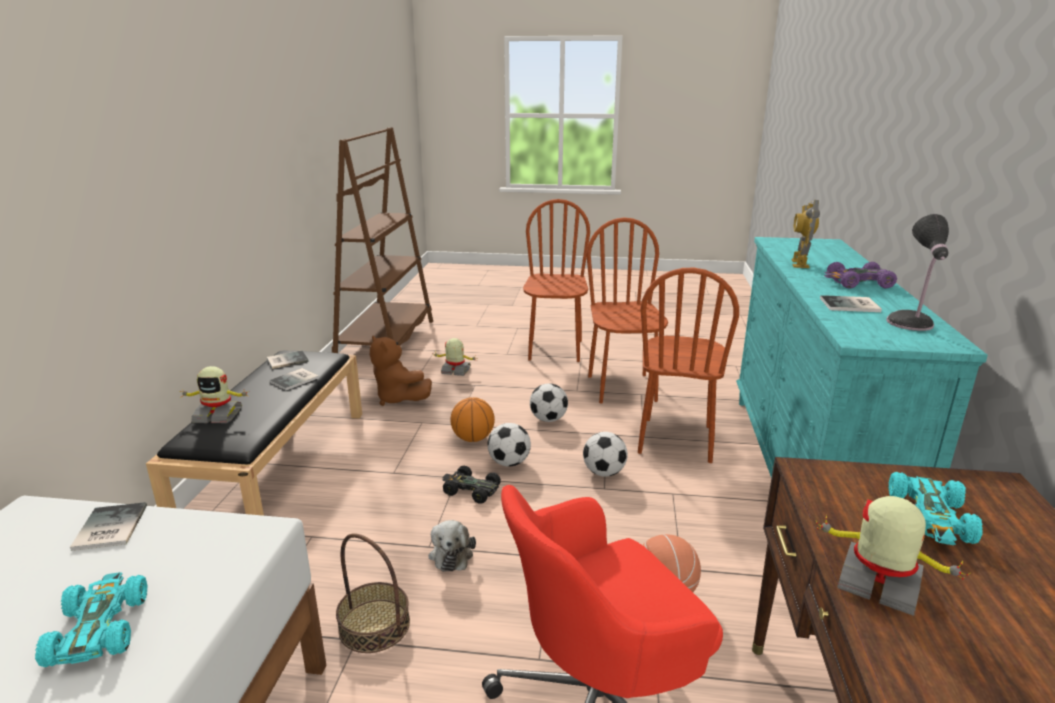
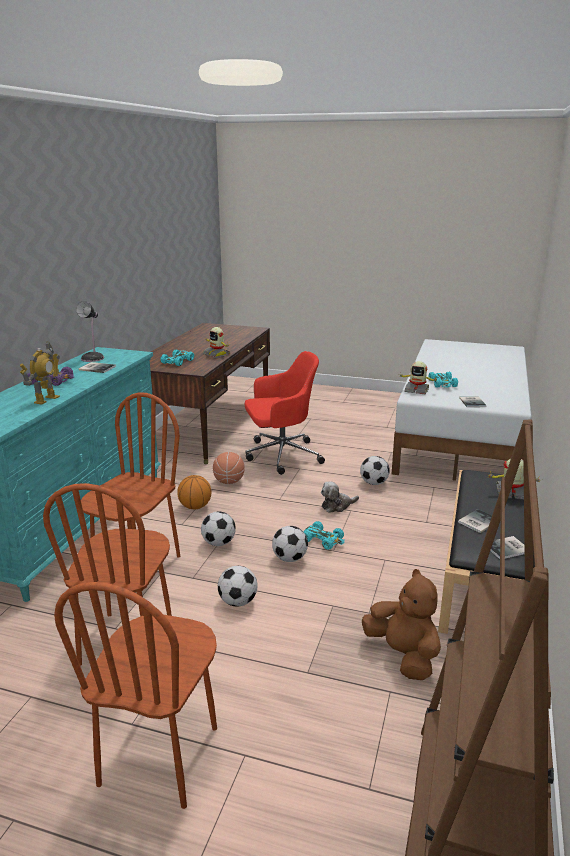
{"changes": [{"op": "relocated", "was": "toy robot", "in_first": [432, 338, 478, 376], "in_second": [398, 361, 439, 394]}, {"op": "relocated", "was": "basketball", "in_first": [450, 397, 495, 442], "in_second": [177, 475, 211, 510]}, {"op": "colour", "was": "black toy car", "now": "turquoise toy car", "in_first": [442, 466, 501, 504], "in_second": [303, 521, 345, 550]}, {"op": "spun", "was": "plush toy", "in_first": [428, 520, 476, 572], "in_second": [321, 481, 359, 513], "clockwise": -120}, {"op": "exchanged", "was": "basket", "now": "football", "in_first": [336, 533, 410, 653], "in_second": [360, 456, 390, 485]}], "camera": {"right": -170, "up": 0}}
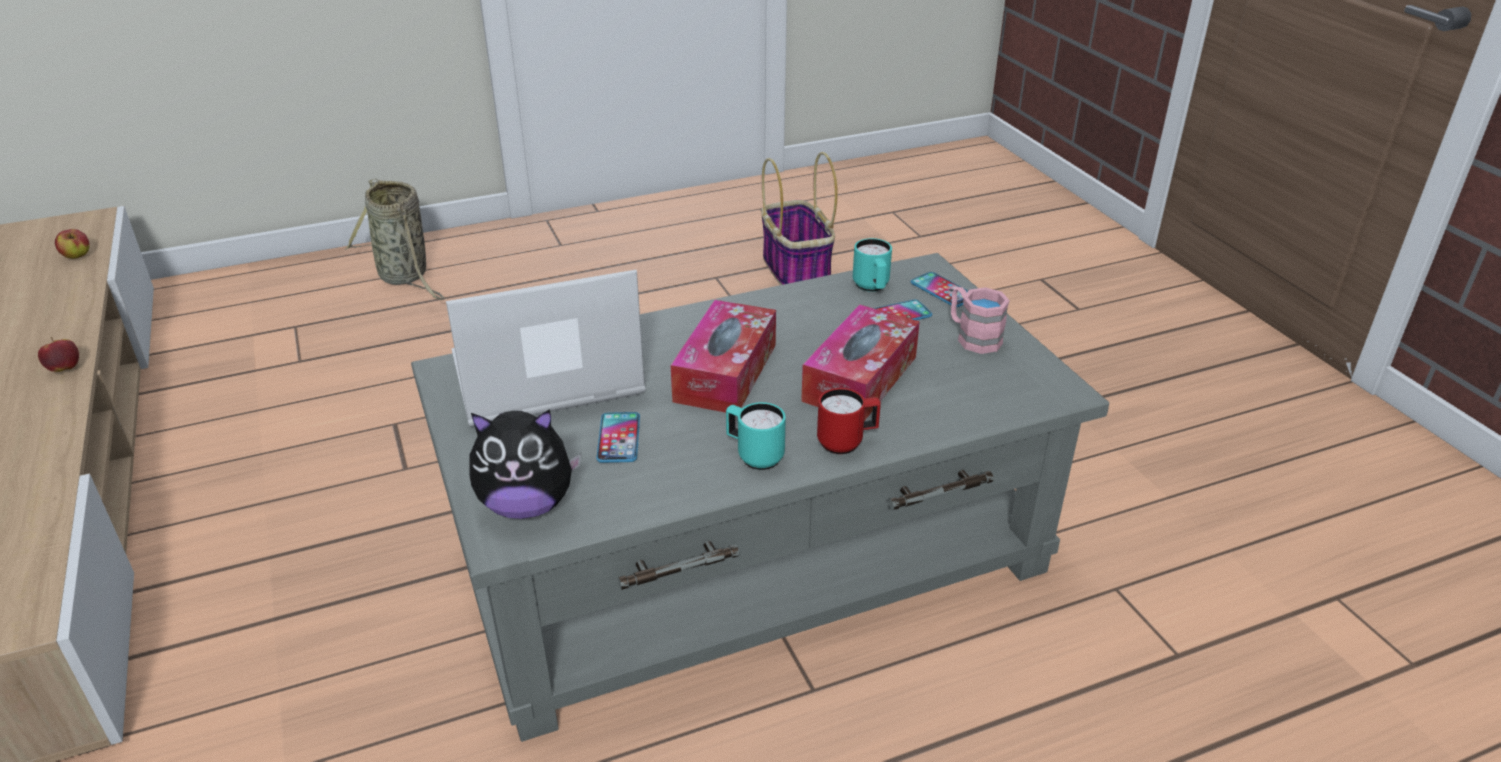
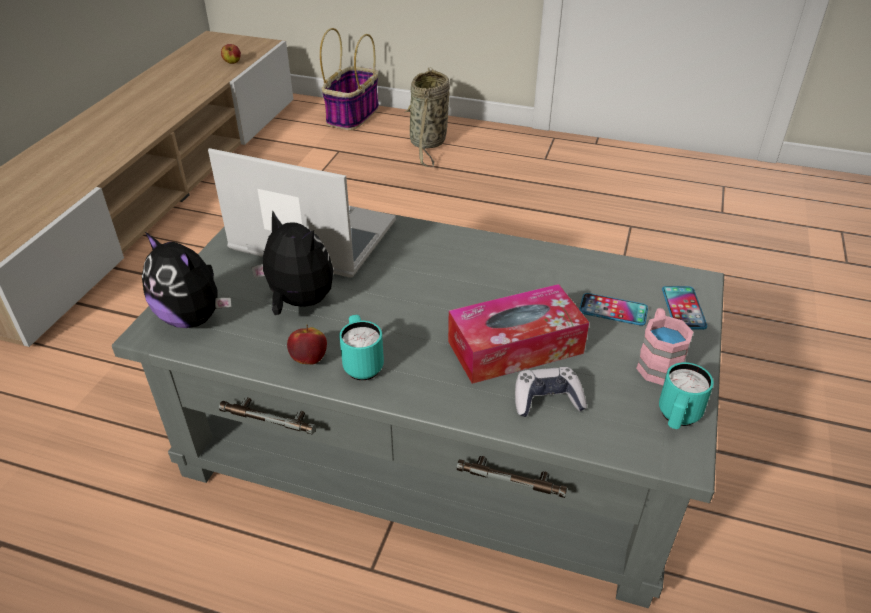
{"changes": [{"op": "relocated", "was": "basket", "in_first": [761, 152, 838, 285], "in_second": [320, 28, 379, 130]}, {"op": "relocated", "was": "turquoise mug", "in_first": [853, 238, 892, 292], "in_second": [659, 362, 714, 429]}, {"op": "missing", "was": "tissue box", "in_first": [671, 300, 776, 413]}, {"op": "relocated", "was": "apple", "in_first": [38, 337, 79, 372], "in_second": [287, 325, 327, 364]}, {"op": "missing", "was": "red mug", "in_first": [817, 388, 881, 454]}, {"op": "exchanged", "was": "phone", "now": "plush toy", "in_first": [597, 412, 640, 463], "in_second": [251, 210, 333, 315]}, {"op": "appeared", "now": "game controller", "in_second": [515, 367, 587, 417]}], "camera": {"right": 40, "up": 5}}
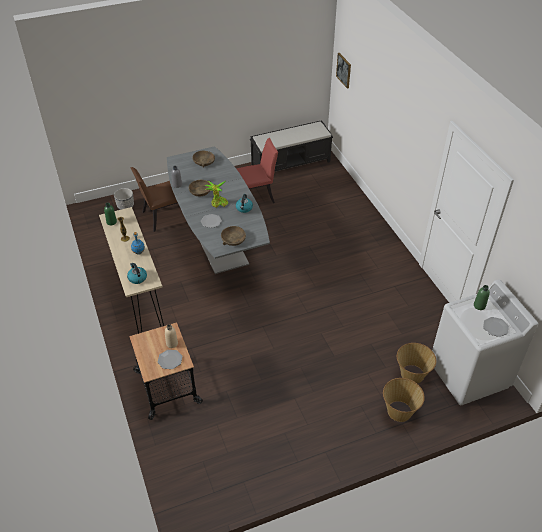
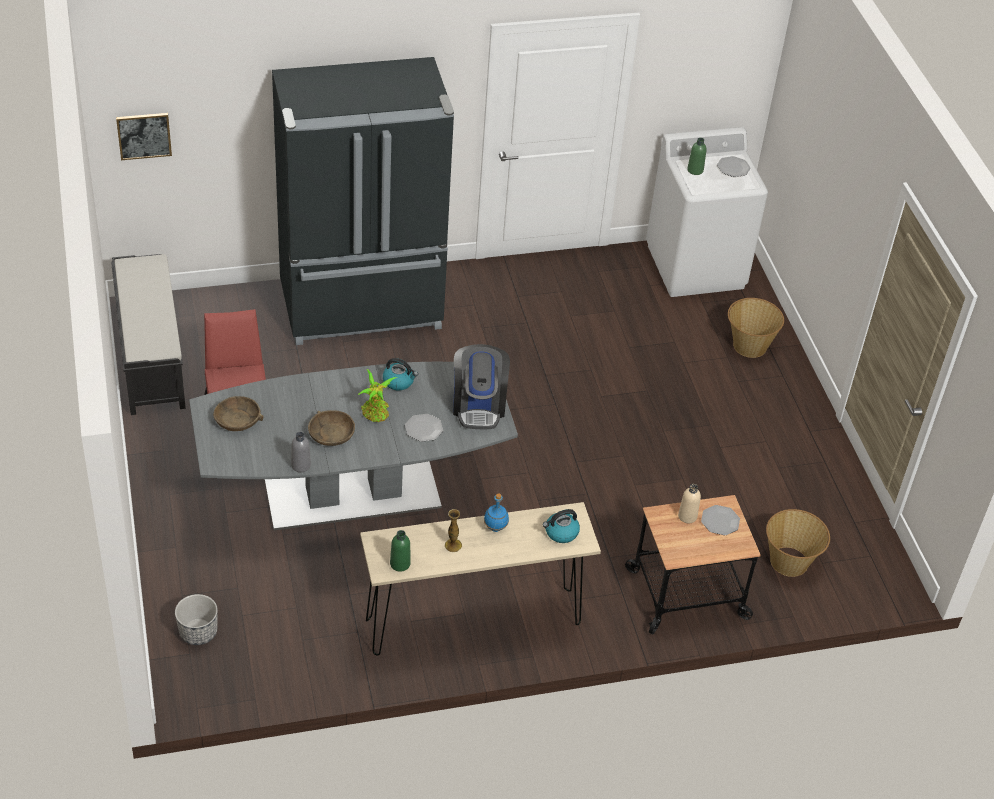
{"changes": [{"op": "missing", "was": "brown chair", "in_first": [130, 167, 178, 232]}, {"op": "exchanged", "was": "brown bowl", "now": "coffee machine", "in_first": [221, 226, 246, 246], "in_second": [453, 344, 510, 429]}, {"op": "relocated", "was": "basket", "in_first": [397, 343, 436, 384], "in_second": [766, 509, 830, 577]}, {"op": "appeared", "now": "black fridge", "in_second": [272, 57, 454, 345]}], "camera": {"right": -85, "up": 0}}
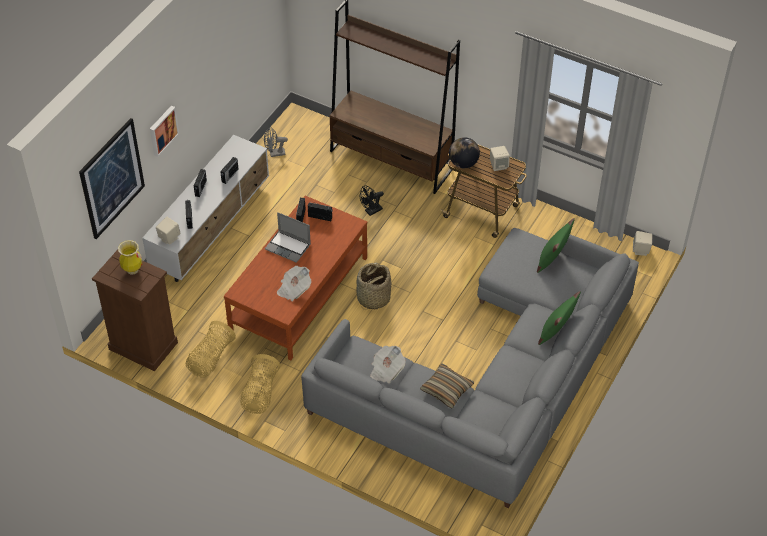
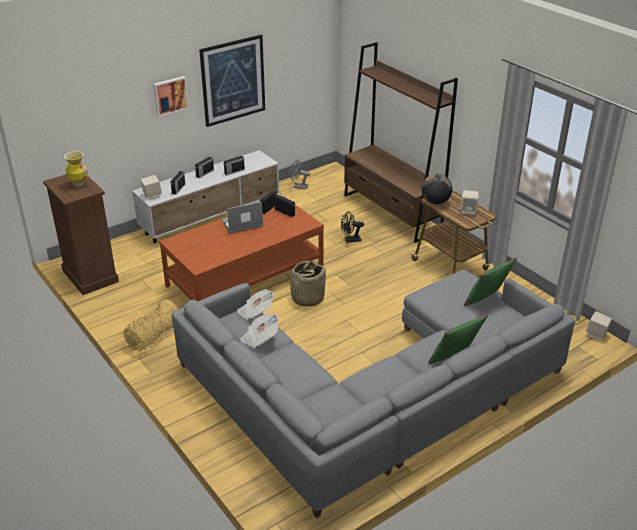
{"changes": [{"op": "relocated", "was": "picture", "in_first": [79, 118, 145, 239], "in_second": [199, 35, 265, 127]}, {"op": "spun", "was": "laptop", "in_first": [265, 212, 311, 263], "in_second": [221, 202, 263, 233], "clockwise": 105}, {"op": "relocated", "was": "newspaper", "in_first": [277, 266, 311, 301], "in_second": [237, 289, 274, 321]}, {"op": "missing", "was": "basket", "in_first": [186, 321, 236, 378]}, {"op": "missing", "was": "pillow", "in_first": [420, 364, 474, 409]}], "camera": {"right": 25, "up": -15}}
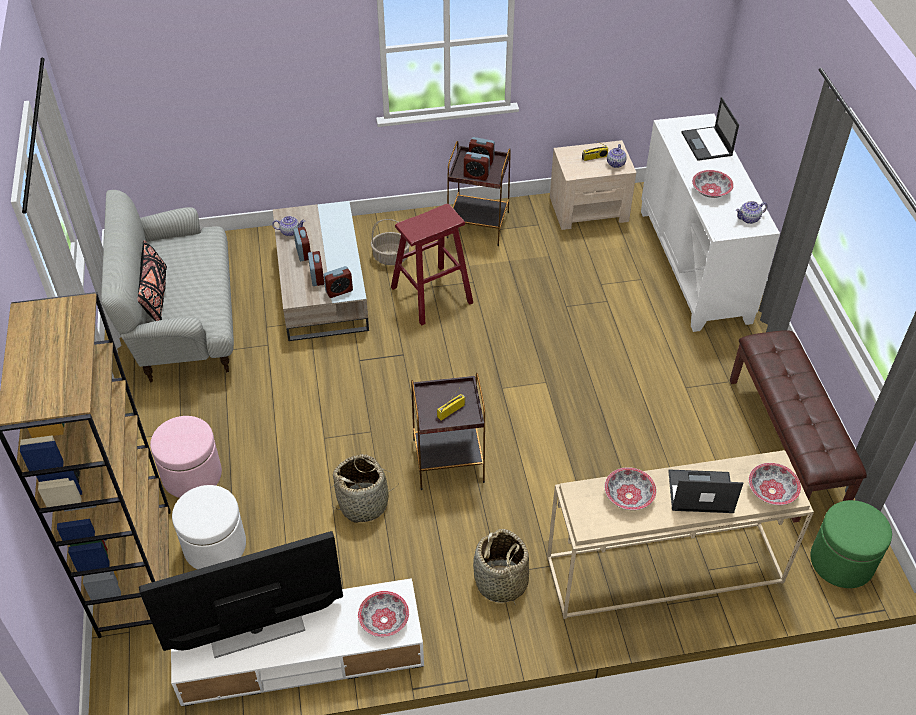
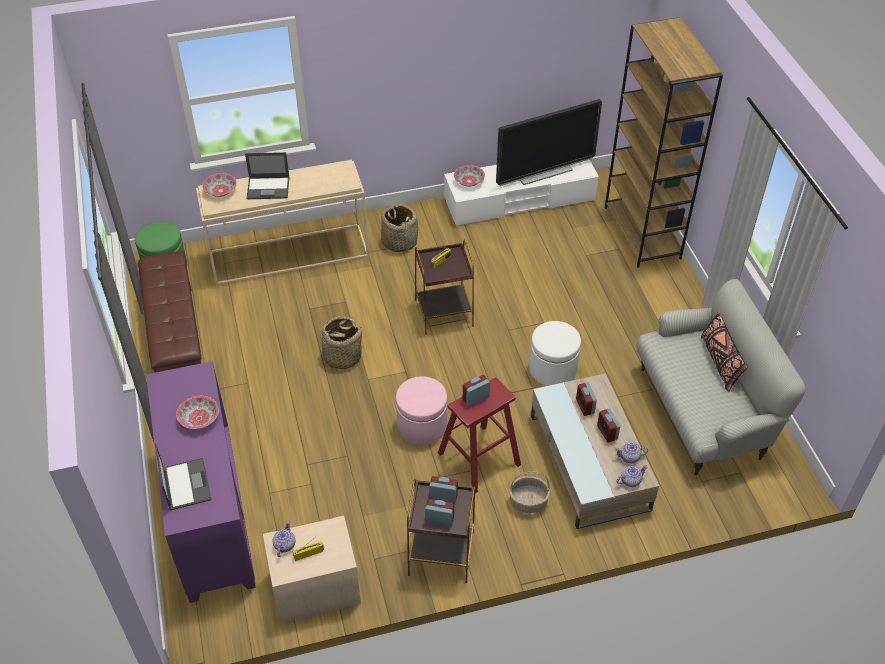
{"changes": [{"op": "colour", "was": "white cabinet", "now": "purple cabinet", "in_first": [641, 114, 780, 332], "in_second": [146, 361, 256, 603]}, {"op": "relocated", "was": "teapot", "in_first": [736, 201, 768, 224], "in_second": [617, 465, 648, 487]}, {"op": "relocated", "was": "alarm clock", "in_first": [324, 266, 353, 298], "in_second": [463, 375, 490, 407]}, {"op": "relocated", "was": "pink ottoman", "in_first": [150, 416, 222, 498], "in_second": [396, 376, 447, 445]}, {"op": "relocated", "was": "basket", "in_first": [332, 454, 400, 523], "in_second": [315, 316, 365, 369]}, {"op": "missing", "was": "bowl", "in_first": [604, 467, 656, 510]}, {"op": "relocated", "was": "white ottoman", "in_first": [172, 485, 246, 569], "in_second": [529, 321, 581, 386]}], "camera": {"right": 175, "up": 0}}
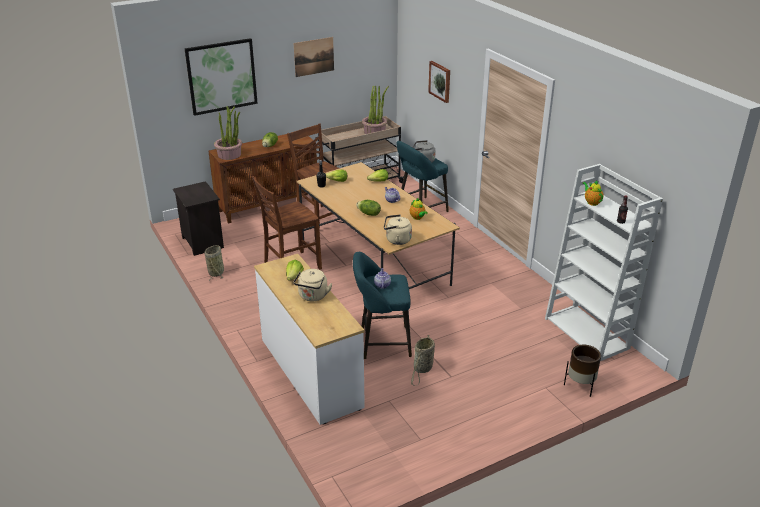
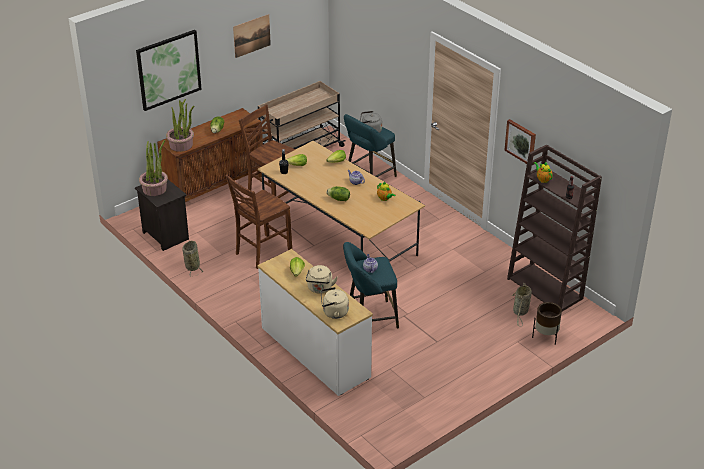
{"changes": [{"op": "relocated", "was": "picture", "in_first": [428, 61, 450, 103], "in_second": [504, 119, 536, 164]}, {"op": "relocated", "was": "potted plant", "in_first": [362, 85, 389, 134], "in_second": [139, 140, 168, 196]}, {"op": "colour", "was": "white bookcase", "now": "brown bookcase", "in_first": [545, 164, 663, 361], "in_second": [507, 145, 602, 311]}, {"op": "relocated", "was": "beige kettle", "in_first": [384, 214, 412, 245], "in_second": [321, 287, 349, 319]}, {"op": "relocated", "was": "basket", "in_first": [411, 335, 435, 386], "in_second": [512, 283, 532, 327]}], "camera": {"right": -10, "up": 5}}
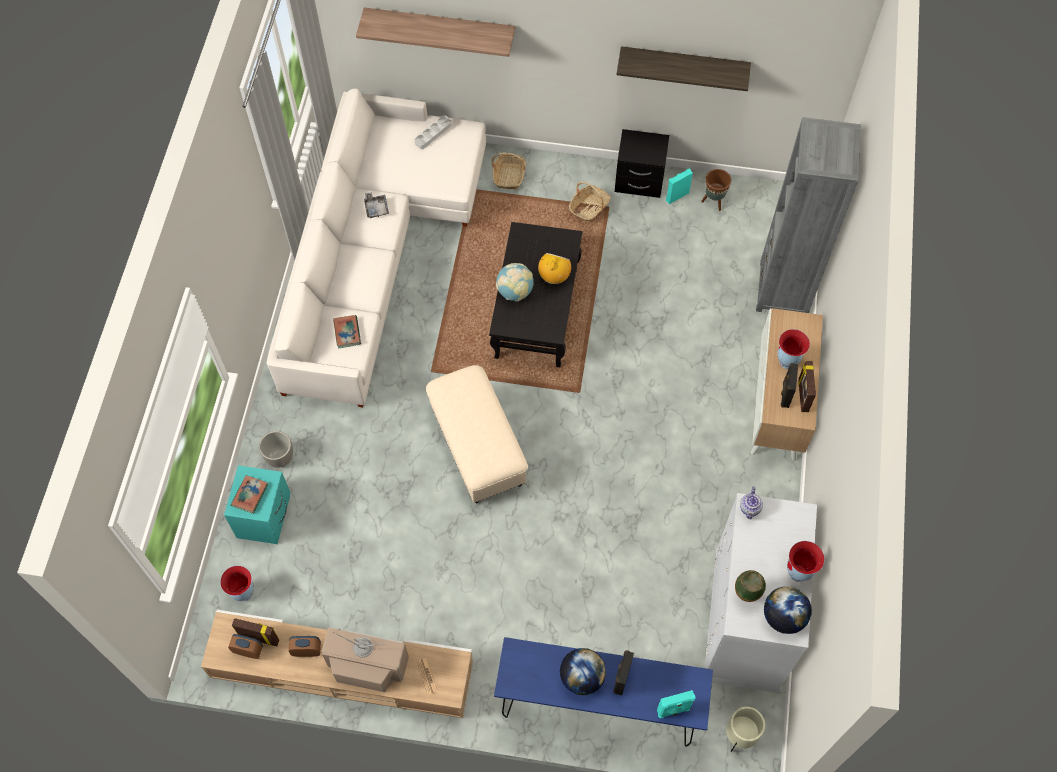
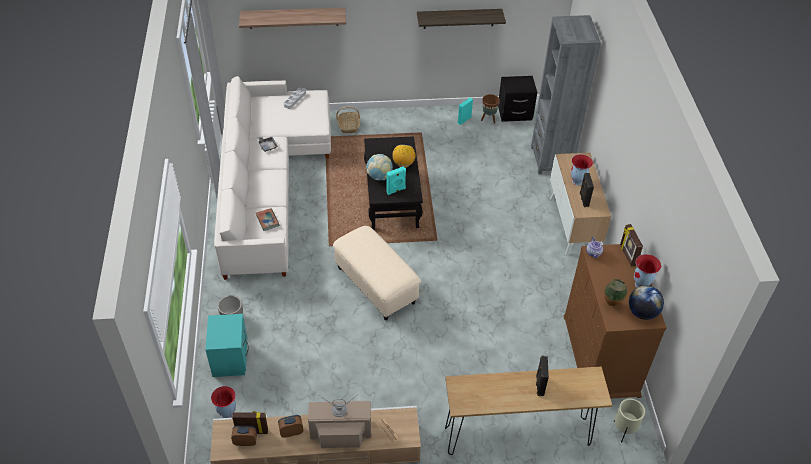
{"changes": [{"op": "relocated", "was": "black nightstand", "in_first": [615, 129, 669, 198], "in_second": [498, 76, 537, 122]}, {"op": "missing", "was": "basket", "in_first": [569, 182, 611, 223]}, {"op": "relocated", "was": "picture frame", "in_first": [798, 361, 816, 412], "in_second": [620, 224, 643, 267]}, {"op": "missing", "was": "book", "in_first": [231, 475, 268, 514]}, {"op": "colour", "was": "white dresser", "now": "brown dresser", "in_first": [705, 493, 817, 694], "in_second": [564, 244, 667, 399]}, {"op": "colour", "was": "blue console table", "now": "brown console table", "in_first": [494, 637, 713, 747], "in_second": [445, 367, 612, 455]}, {"op": "missing", "was": "globe", "in_first": [560, 648, 606, 695]}, {"op": "relocated", "was": "turquoise speaker", "in_first": [657, 690, 696, 718], "in_second": [386, 166, 406, 195]}], "camera": {"right": -15, "up": -15}}
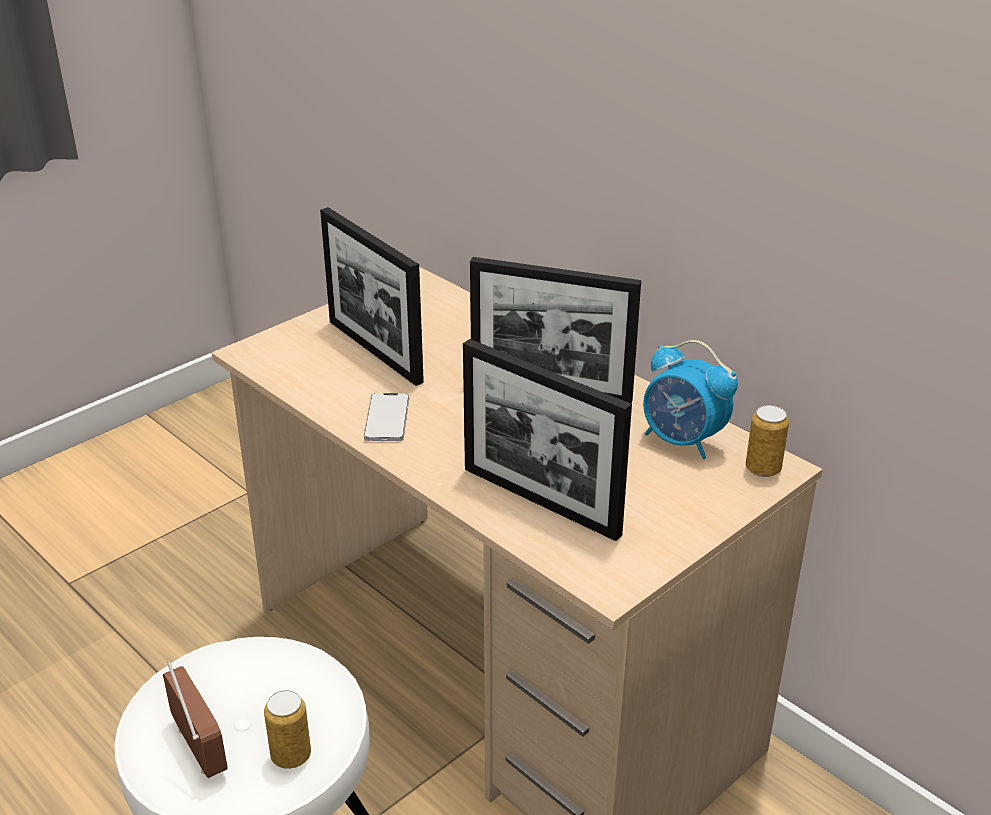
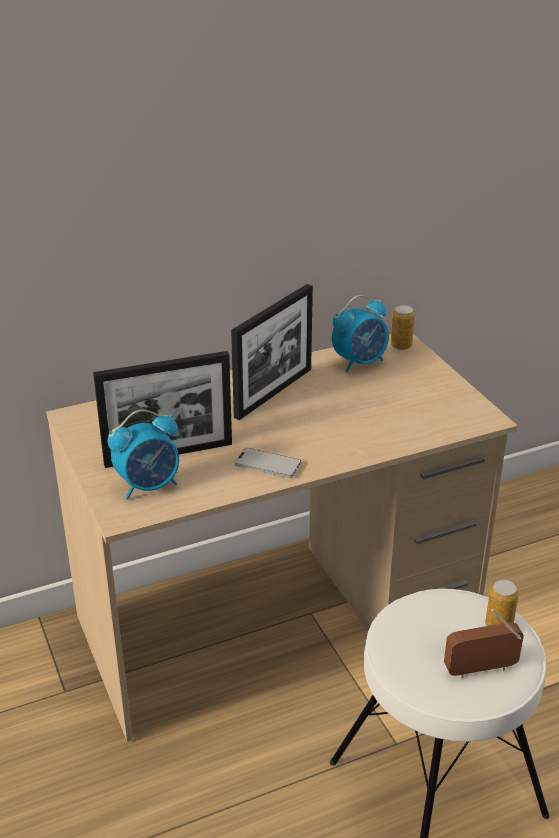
{"changes": [{"op": "missing", "was": "picture frame", "in_first": [463, 339, 632, 541]}, {"op": "appeared", "now": "alarm clock", "in_second": [108, 409, 179, 500]}], "camera": {"right": -70, "up": 0}}
